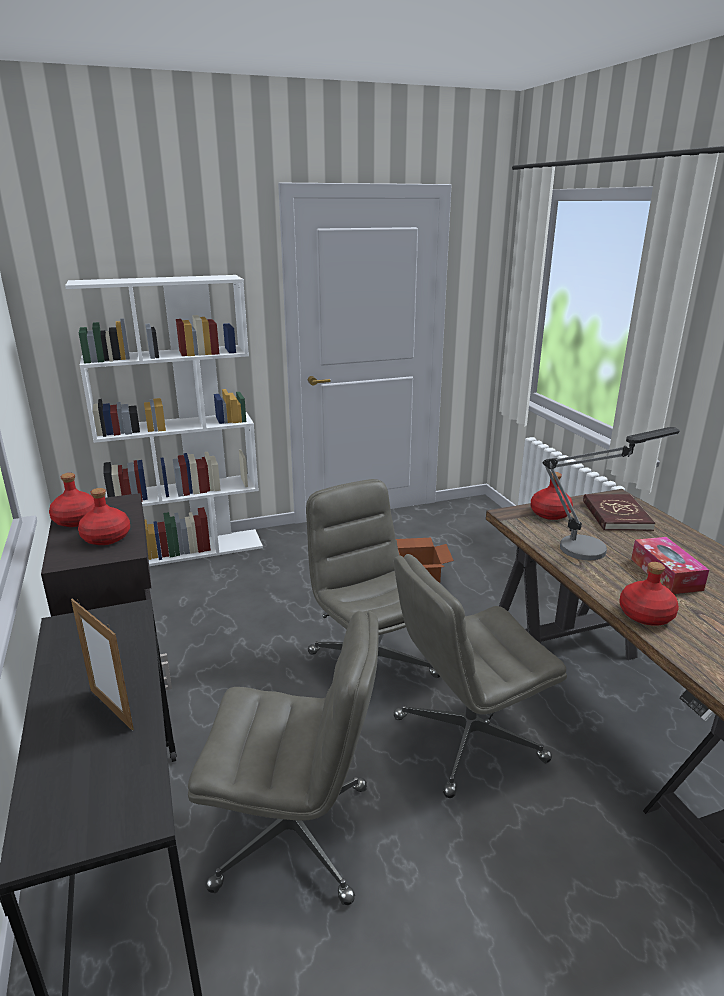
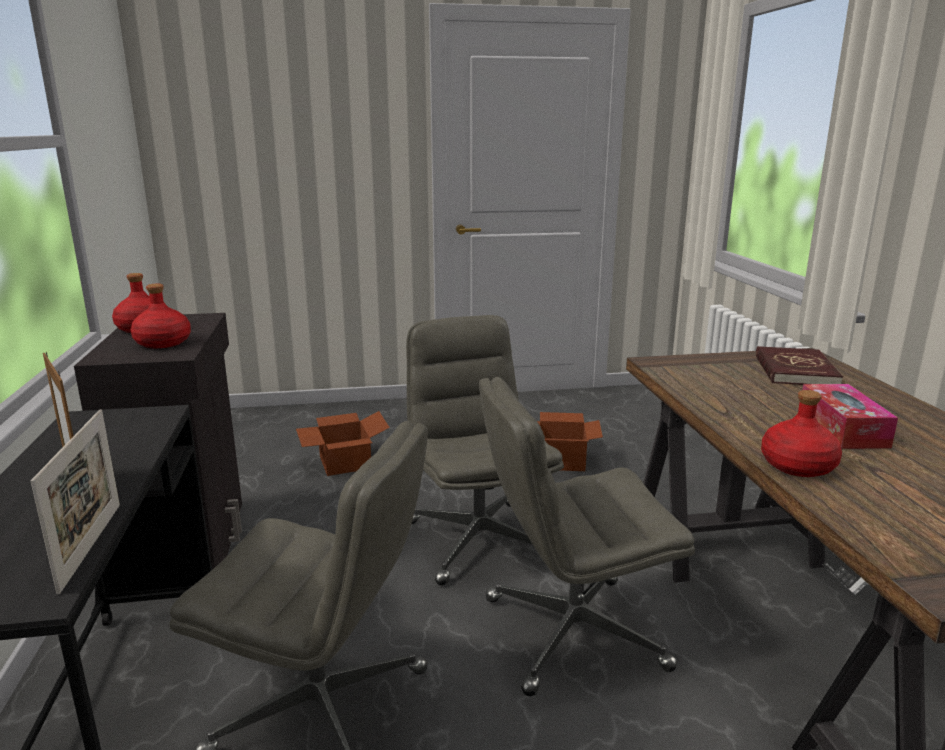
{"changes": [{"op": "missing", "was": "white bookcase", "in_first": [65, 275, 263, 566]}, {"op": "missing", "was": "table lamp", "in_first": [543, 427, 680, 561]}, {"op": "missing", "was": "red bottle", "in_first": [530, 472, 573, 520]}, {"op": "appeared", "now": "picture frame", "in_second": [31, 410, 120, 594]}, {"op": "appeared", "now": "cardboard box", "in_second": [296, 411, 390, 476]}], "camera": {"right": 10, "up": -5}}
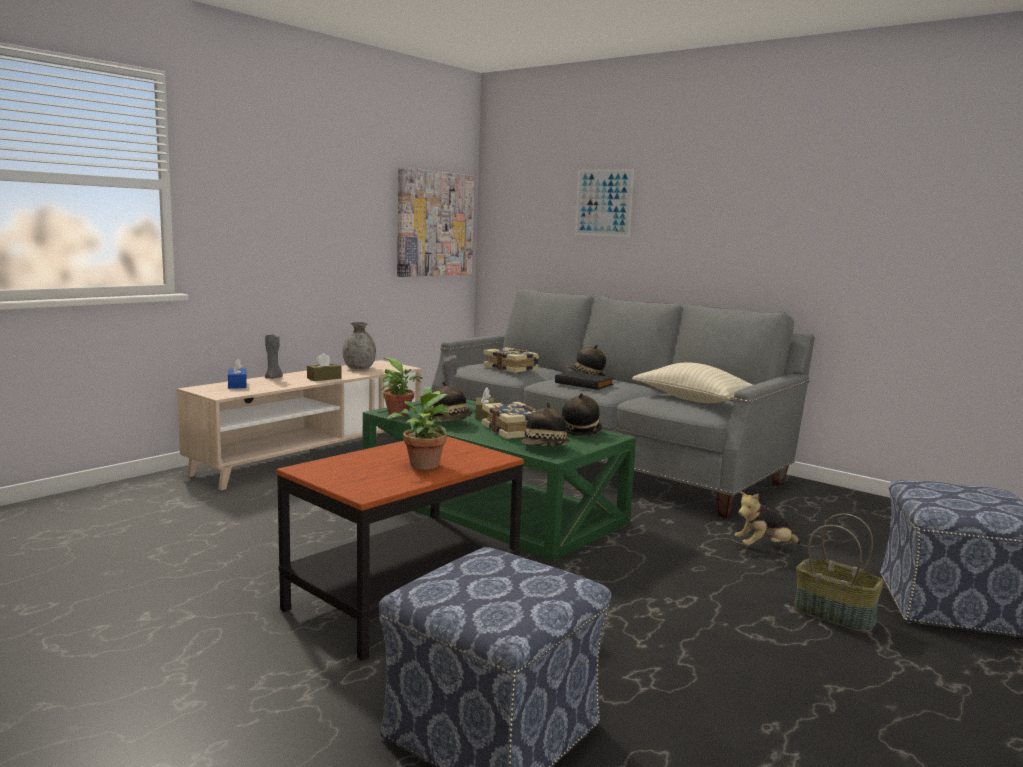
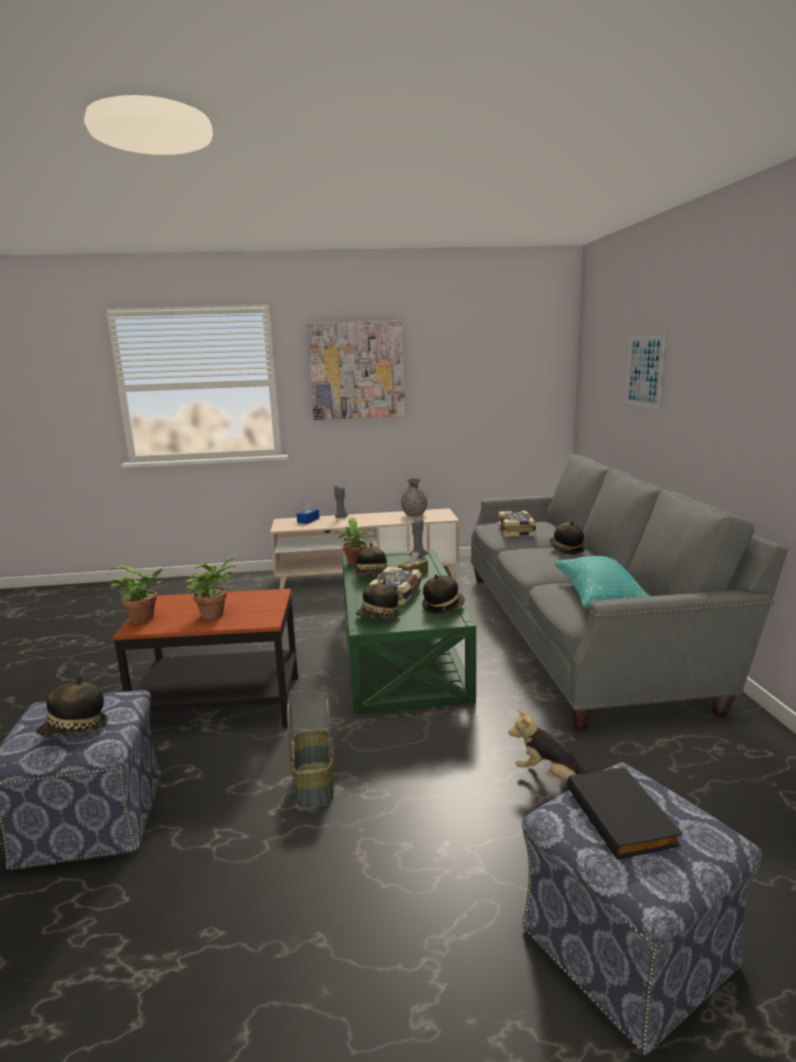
{"changes": [{"op": "relocated", "was": "picture", "in_first": [397, 168, 475, 277], "in_second": [307, 321, 405, 420]}, {"op": "missing", "was": "brown tissue box", "in_first": [307, 353, 342, 381]}, {"op": "colour", "was": "beige pillow", "now": "turquoise pillow", "in_first": [632, 363, 753, 403], "in_second": [554, 556, 649, 609]}, {"op": "relocated", "was": "black book", "in_first": [555, 371, 614, 390], "in_second": [567, 767, 683, 860]}, {"op": "relocated", "was": "basket", "in_first": [794, 513, 884, 632], "in_second": [287, 699, 334, 808]}, {"op": "appeared", "now": "potted plant", "in_second": [111, 565, 167, 624]}, {"op": "appeared", "now": "hat", "in_second": [37, 676, 108, 737]}], "camera": {"right": 45, "up": 5}}
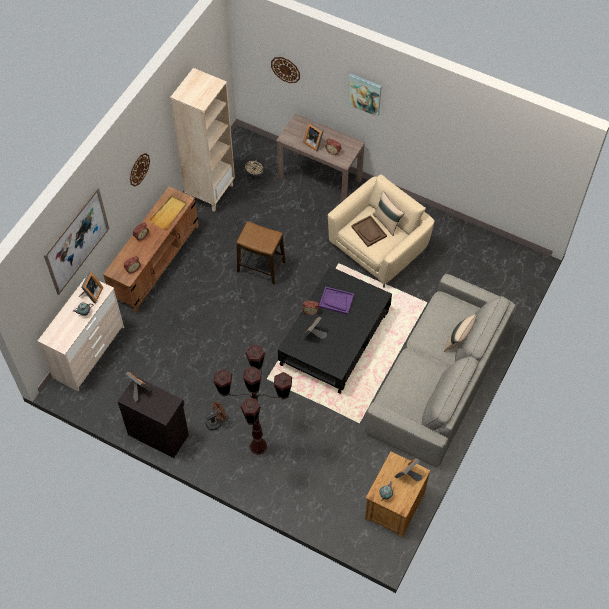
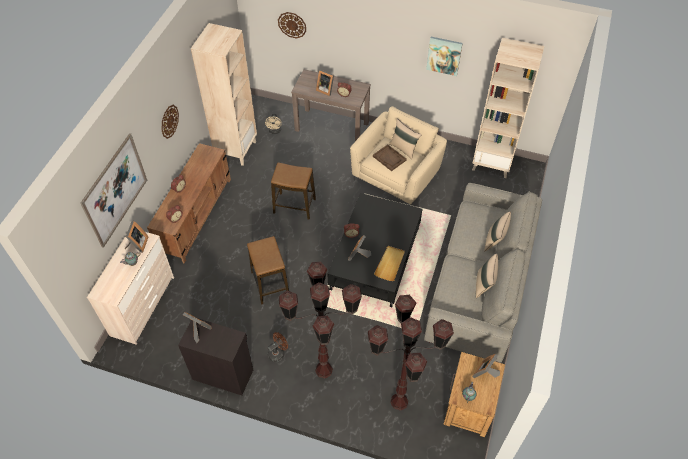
{"changes": [{"op": "relocated", "was": "picture", "in_first": [348, 73, 382, 117], "in_second": [426, 37, 463, 76]}, {"op": "relocated", "was": "beige tray", "in_first": [149, 195, 187, 229], "in_second": [374, 246, 405, 281]}, {"op": "missing", "was": "purple tray", "in_first": [319, 286, 354, 315]}, {"op": "appeared", "now": "beige bookcase", "in_second": [472, 38, 544, 178]}, {"op": "appeared", "now": "stool", "in_second": [247, 236, 289, 305]}, {"op": "appeared", "now": "beige pillow", "in_second": [476, 254, 498, 299]}, {"op": "appeared", "now": "brown floor lamp", "in_second": [368, 295, 454, 411]}], "camera": {"right": -10, "up": -5}}
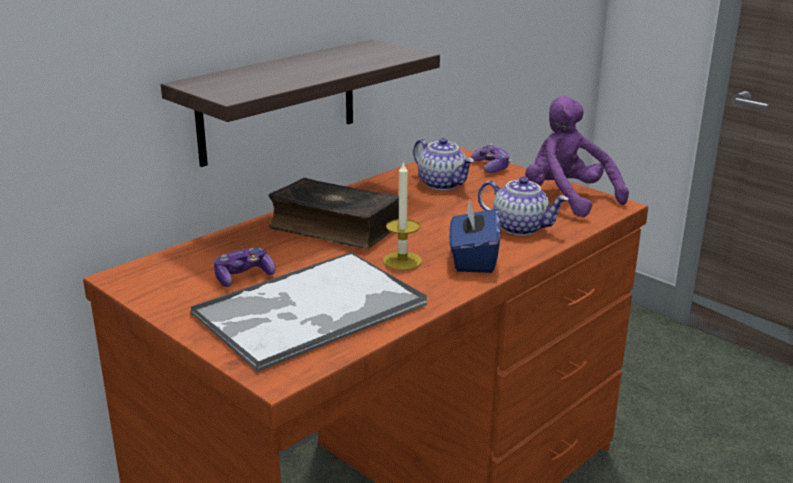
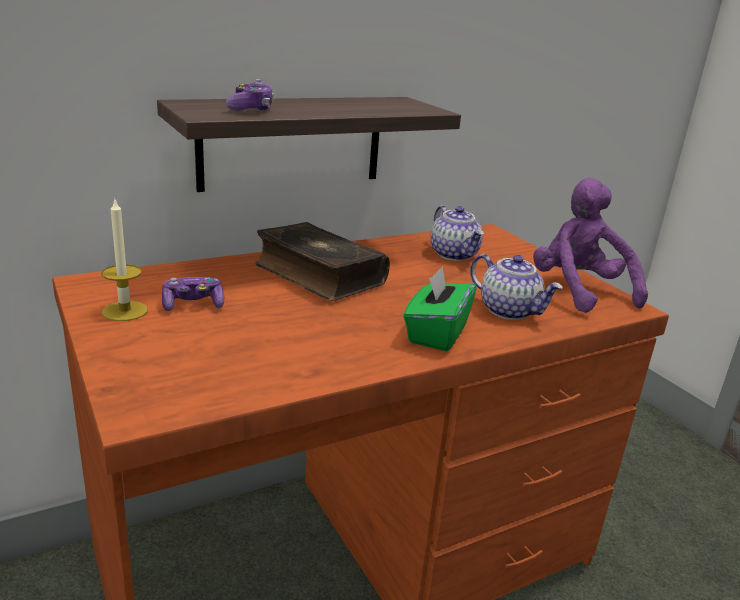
{"changes": [{"op": "relocated", "was": "game controller", "in_first": [471, 143, 511, 173], "in_second": [226, 79, 274, 111]}, {"op": "relocated", "was": "candle", "in_first": [383, 161, 422, 270], "in_second": [101, 200, 148, 321]}, {"op": "colour", "was": "blue tissue box", "now": "green tissue box", "in_first": [449, 199, 501, 273], "in_second": [404, 266, 477, 352]}, {"op": "missing", "was": "tray", "in_first": [191, 252, 428, 373]}], "camera": {"right": 15, "up": 0}}
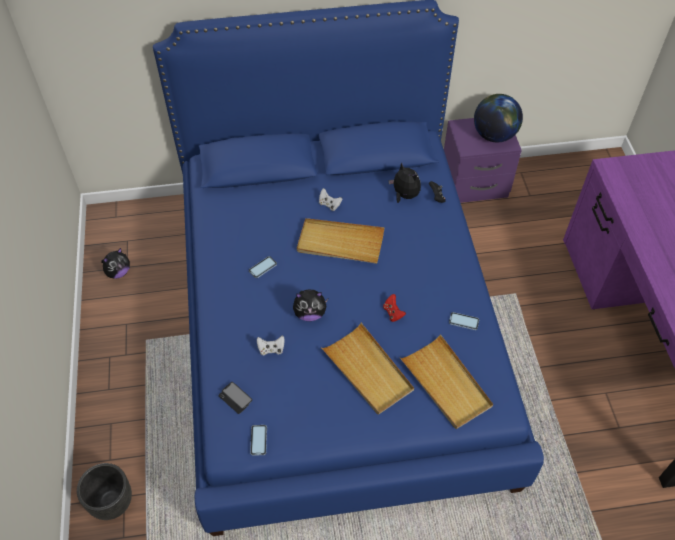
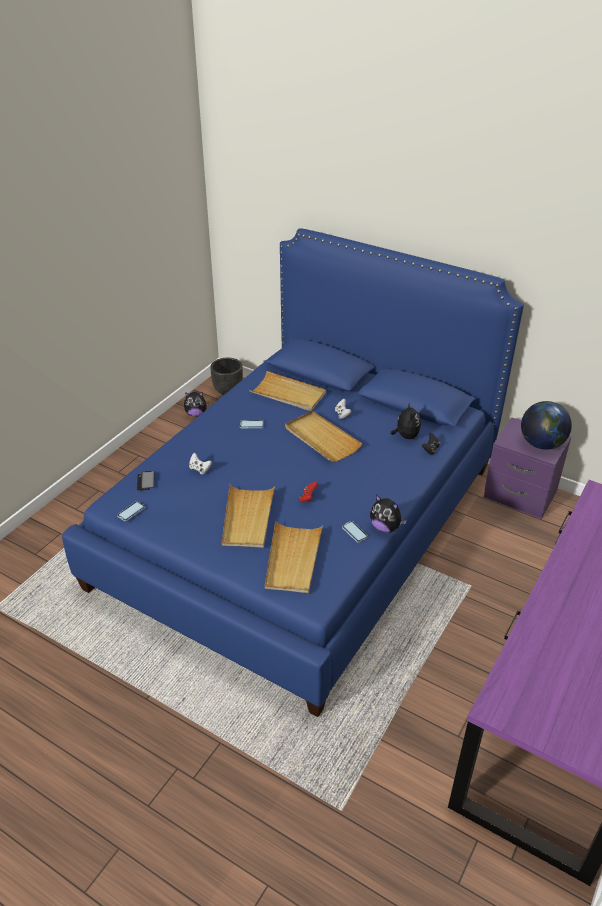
{"changes": [{"op": "relocated", "was": "plush toy", "in_first": [293, 289, 328, 321], "in_second": [370, 495, 407, 533]}, {"op": "relocated", "was": "black planter", "in_first": [77, 463, 132, 520], "in_second": [210, 358, 243, 395]}, {"op": "appeared", "now": "beige tray", "in_second": [249, 371, 326, 411]}], "camera": {"right": 40, "up": -15}}
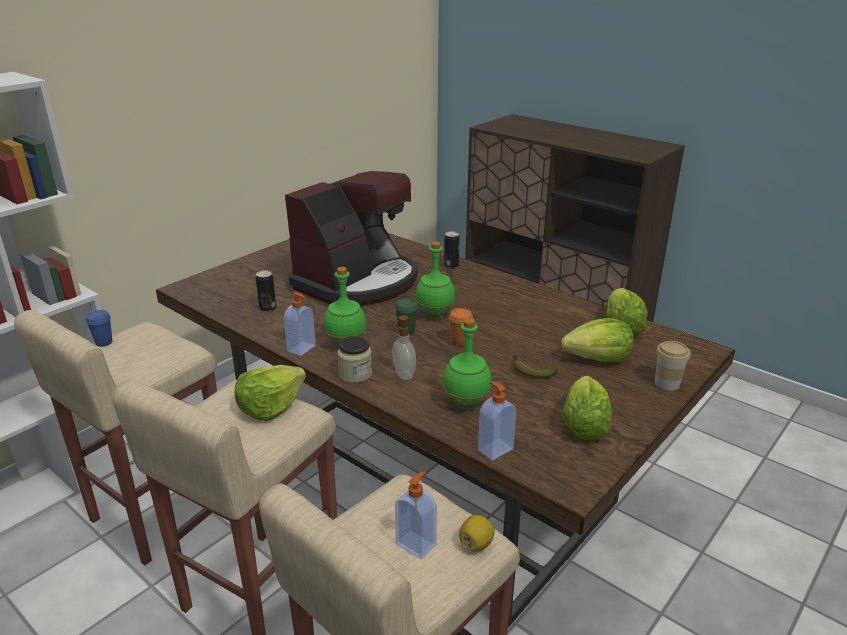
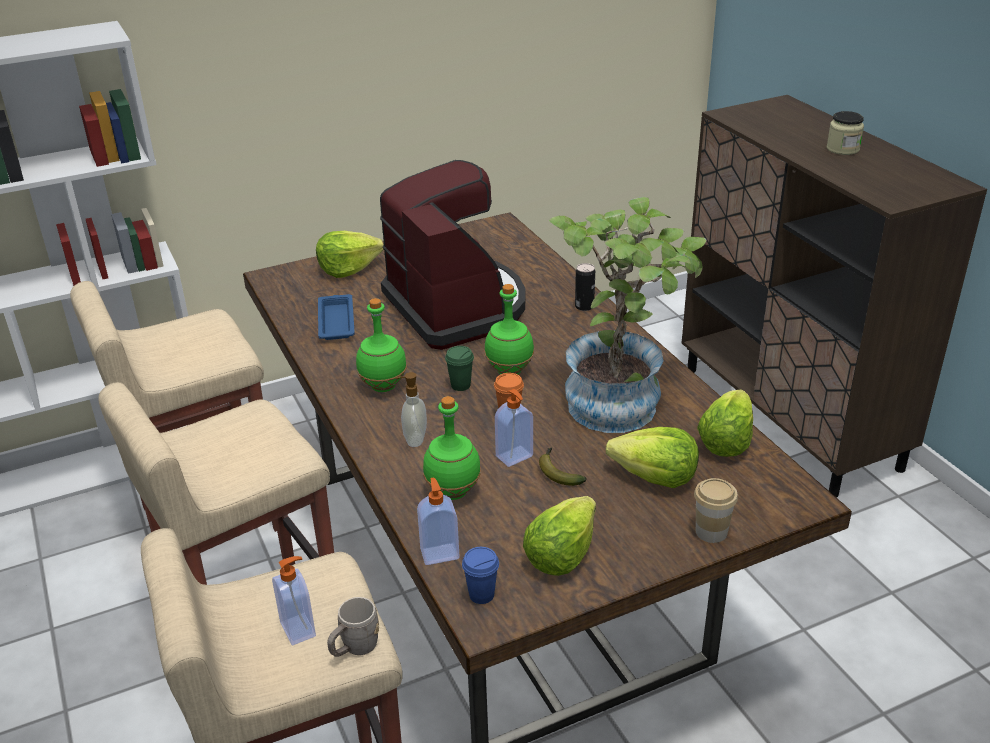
{"changes": [{"op": "spun", "was": "coffee machine", "in_first": [285, 171, 418, 306], "in_second": [380, 160, 526, 350], "clockwise": -90}, {"op": "exchanged", "was": "can", "now": "blue tray", "in_first": [256, 270, 276, 312], "in_second": [318, 294, 355, 340]}, {"op": "relocated", "was": "soap dispenser", "in_first": [284, 292, 316, 356], "in_second": [495, 389, 533, 467]}, {"op": "relocated", "was": "blue cup", "in_first": [86, 310, 112, 347], "in_second": [462, 547, 499, 604]}, {"op": "relocated", "was": "jar", "in_first": [337, 336, 372, 383], "in_second": [827, 111, 864, 155]}, {"op": "relocated", "was": "lettuce", "in_first": [235, 365, 306, 421], "in_second": [316, 231, 384, 278]}, {"op": "exchanged", "was": "lemon", "now": "grey mug", "in_first": [459, 515, 495, 552], "in_second": [327, 597, 379, 657]}, {"op": "appeared", "now": "potted plant", "in_second": [549, 197, 706, 433]}], "camera": {"right": 25, "up": 5}}
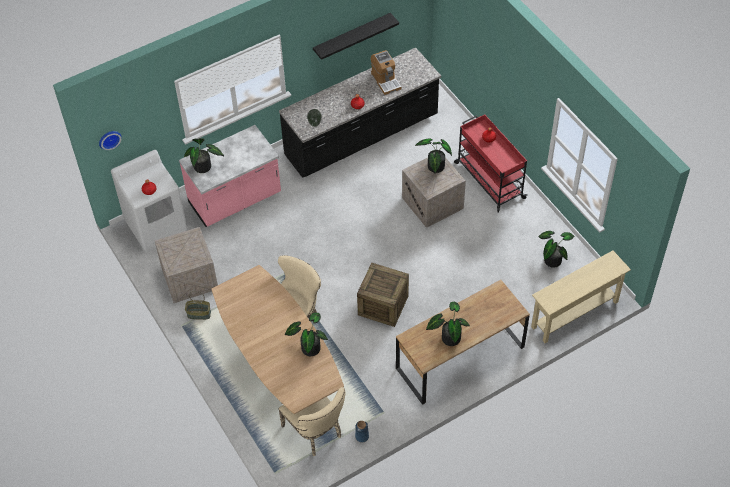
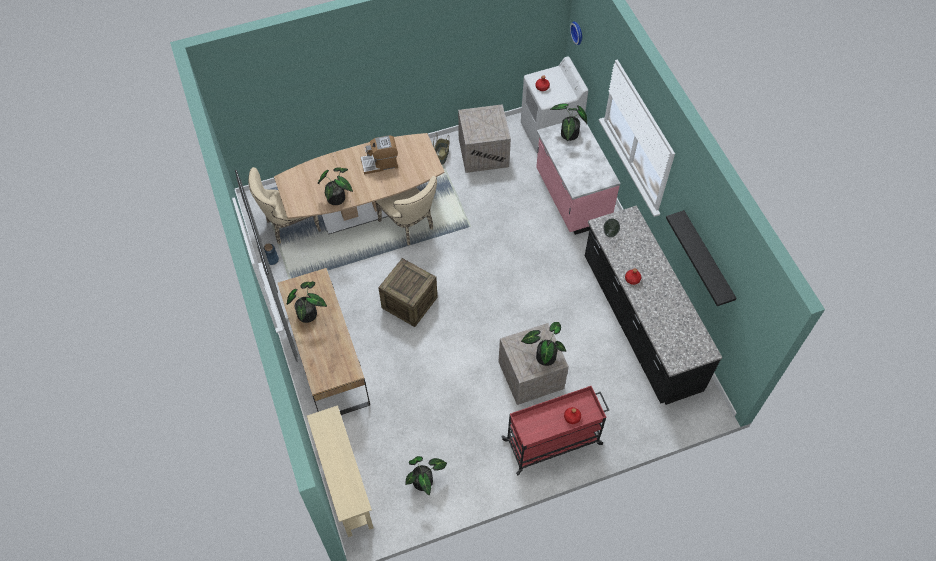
{"changes": [{"op": "relocated", "was": "coffee machine", "in_first": [371, 50, 401, 95], "in_second": [361, 135, 398, 174]}], "camera": {"right": 100, "up": 5}}
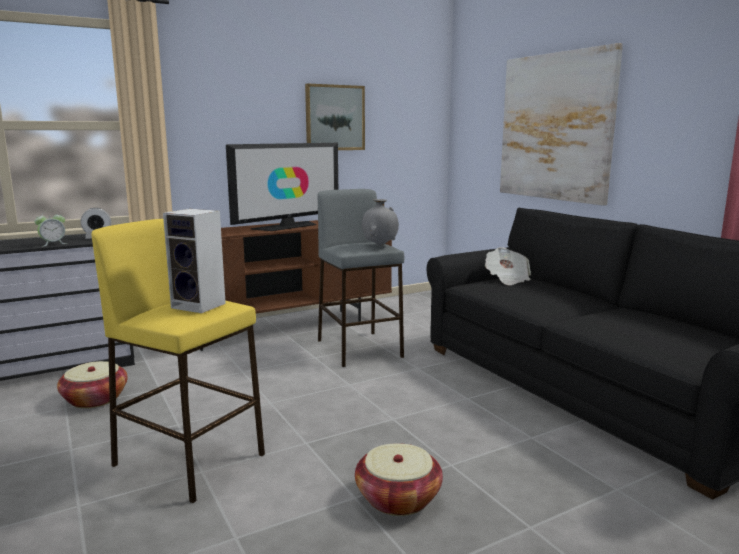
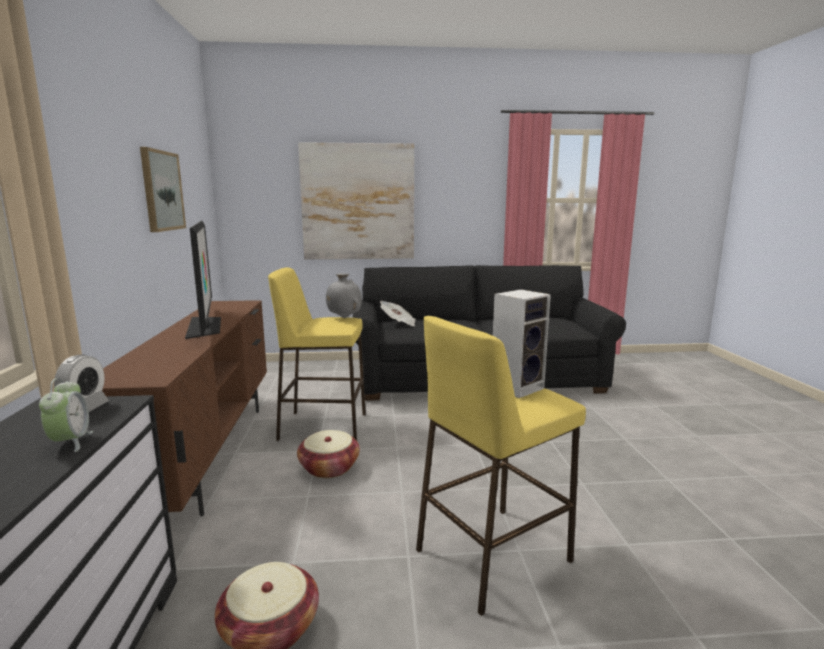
{"changes": [{"op": "colour", "was": "grey stool", "now": "yellow stool", "in_first": [318, 189, 404, 367], "in_second": [268, 267, 366, 441]}, {"op": "relocated", "was": "basket", "in_first": [355, 443, 443, 516], "in_second": [297, 430, 360, 478]}], "camera": {"right": -65, "up": 0}}
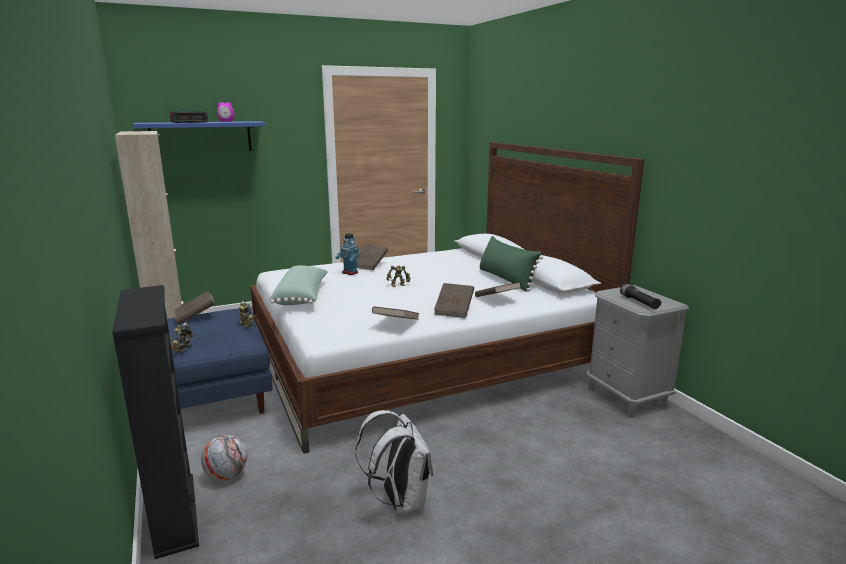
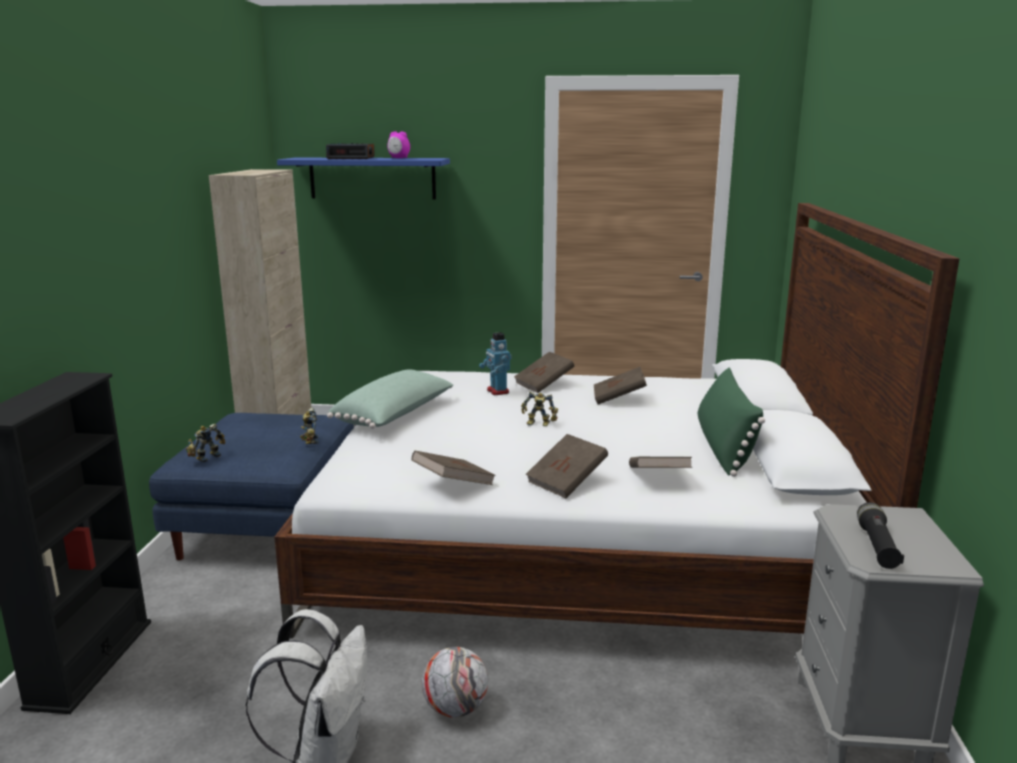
{"changes": [{"op": "relocated", "was": "brown book", "in_first": [174, 291, 215, 324], "in_second": [594, 366, 647, 404]}, {"op": "relocated", "was": "football", "in_first": [201, 435, 247, 481], "in_second": [422, 647, 488, 718]}], "camera": {"right": 30, "up": 0}}
